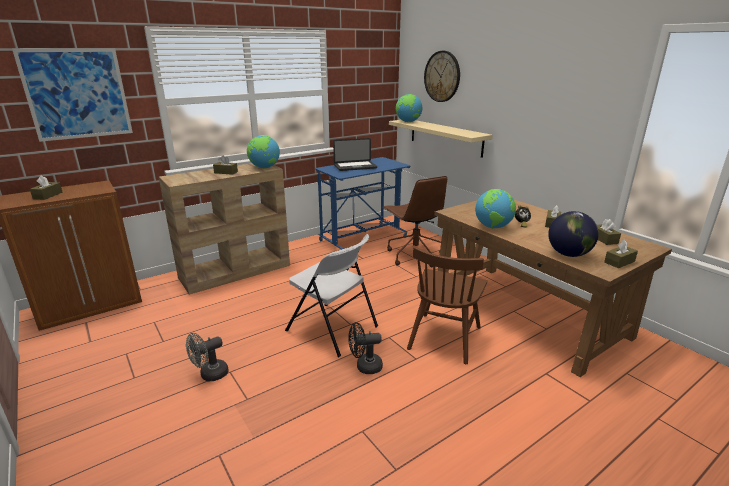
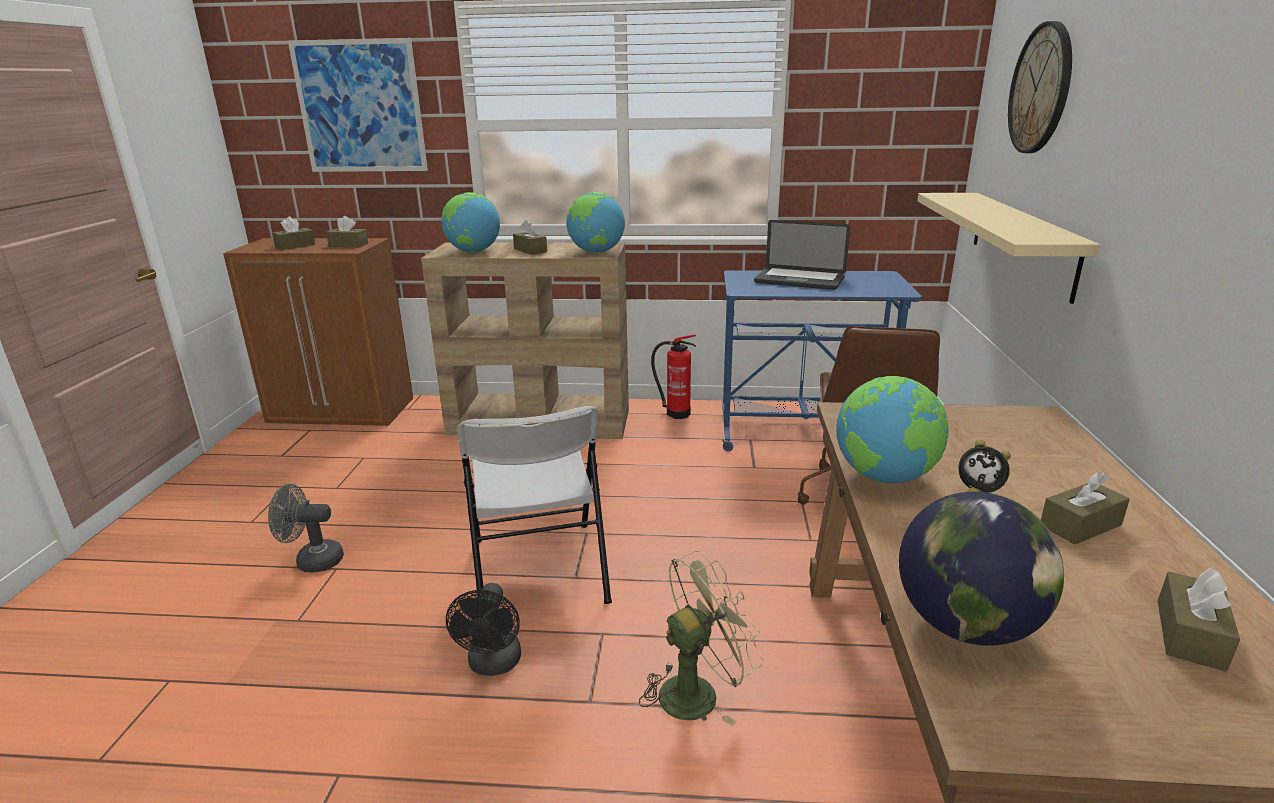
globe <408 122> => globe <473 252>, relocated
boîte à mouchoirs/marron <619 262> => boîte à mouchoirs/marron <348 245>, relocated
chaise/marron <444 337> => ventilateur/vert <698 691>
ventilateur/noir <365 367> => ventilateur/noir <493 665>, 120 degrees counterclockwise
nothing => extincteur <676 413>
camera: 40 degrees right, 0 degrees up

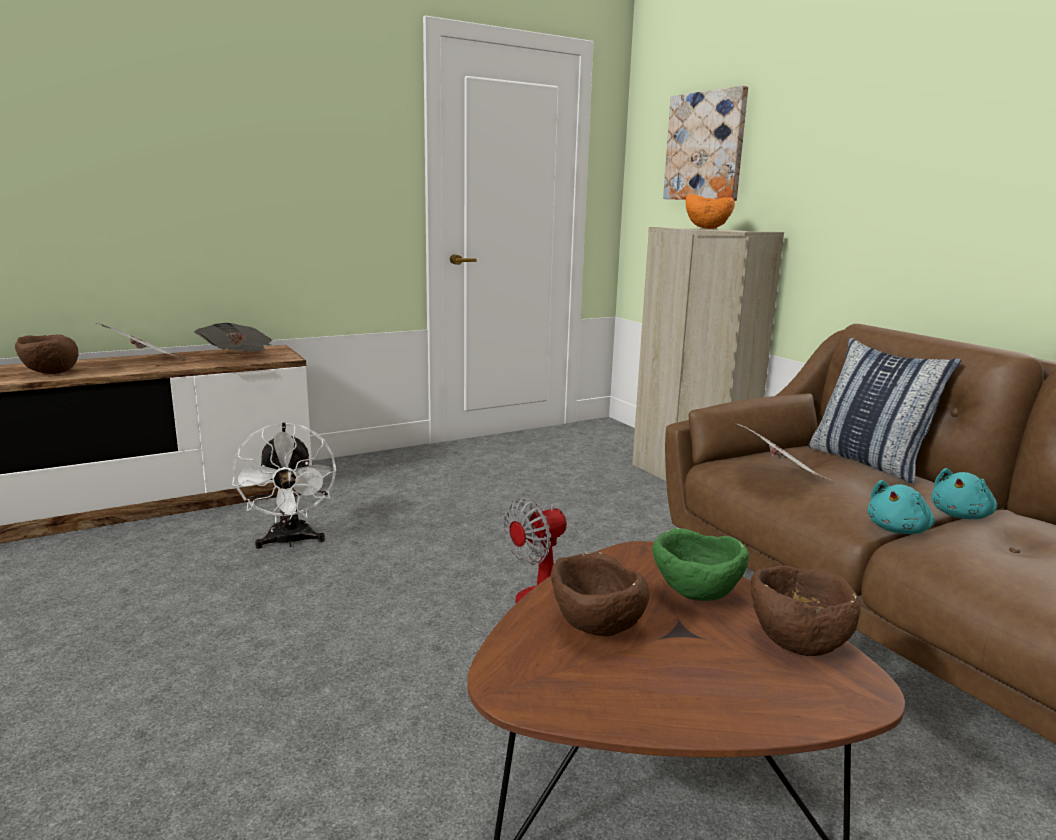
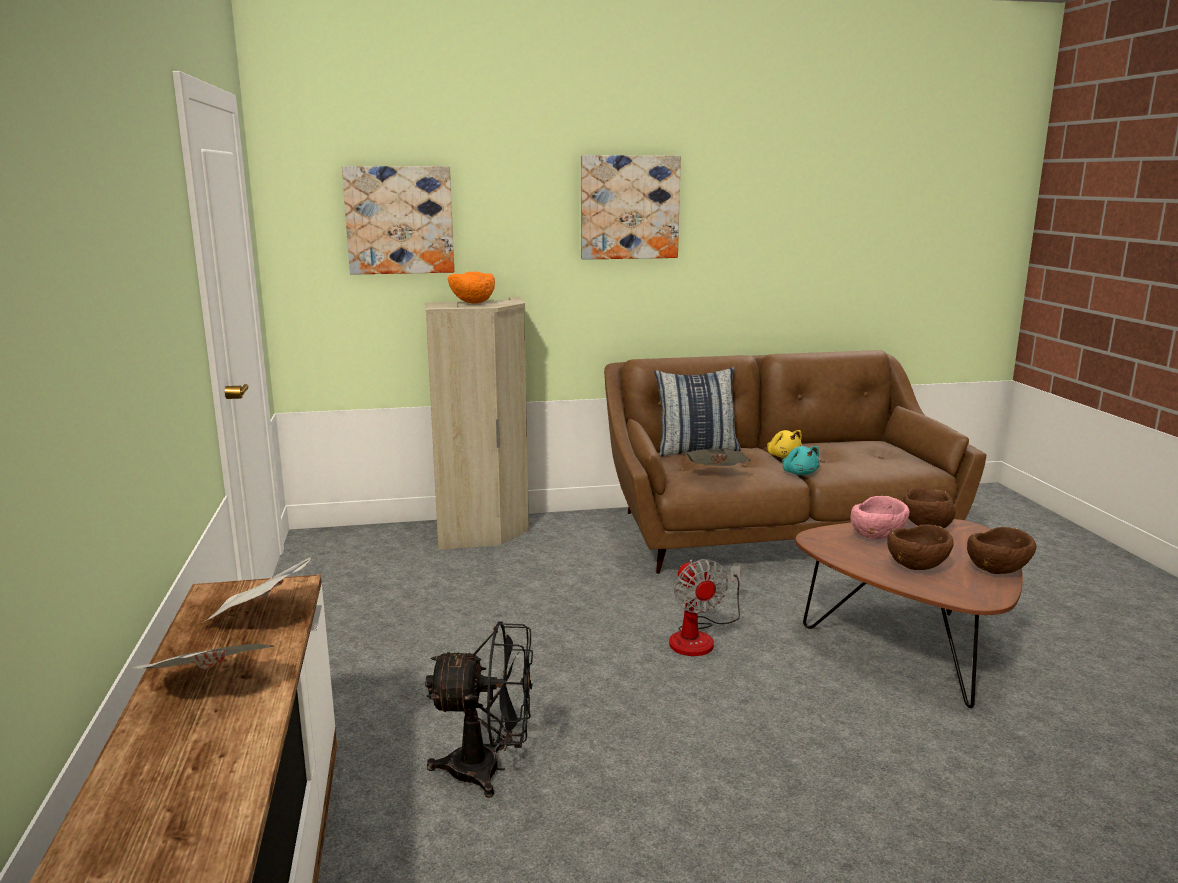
bol/marron <50 374> => bol/marron <997 572>, relocated
ventilateur/blanc <290 542> => ventilateur/noir <489 770>
peluche/turquoise <961 515> => peluche/jaune <783 456>
bol/vert <695 597> => bol/rose <877 538>
nothing => tableau <629 207>
camera: 70 degrees left, 0 degrees up

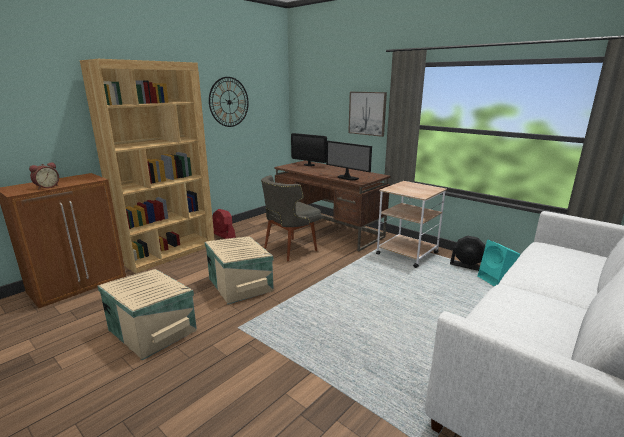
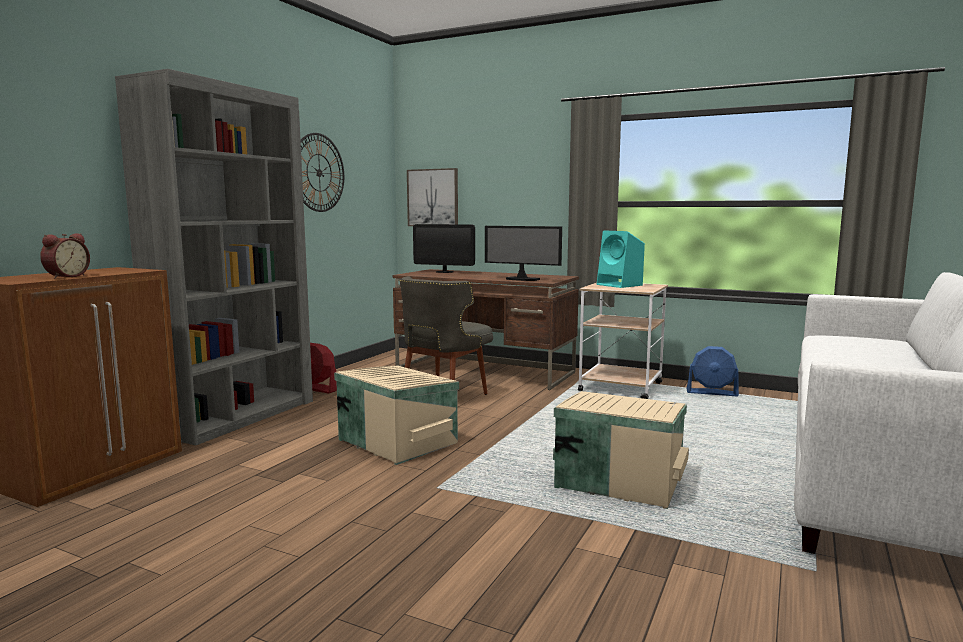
bibliothèque/marron <169 253> => bibliothèque/gris <237 416>
tableau <367 113> => tableau <433 198>, relocated
ventilateur/noir <468 266> => ventilateur/bleu <712 393>
enceinte/turquoise <496 280> => enceinte/turquoise <620 285>, relocated
boîte de rangement/beige <153 329> => boîte de rangement/beige <618 479>, relocated
camera: 15 degrees left, 10 degrees down

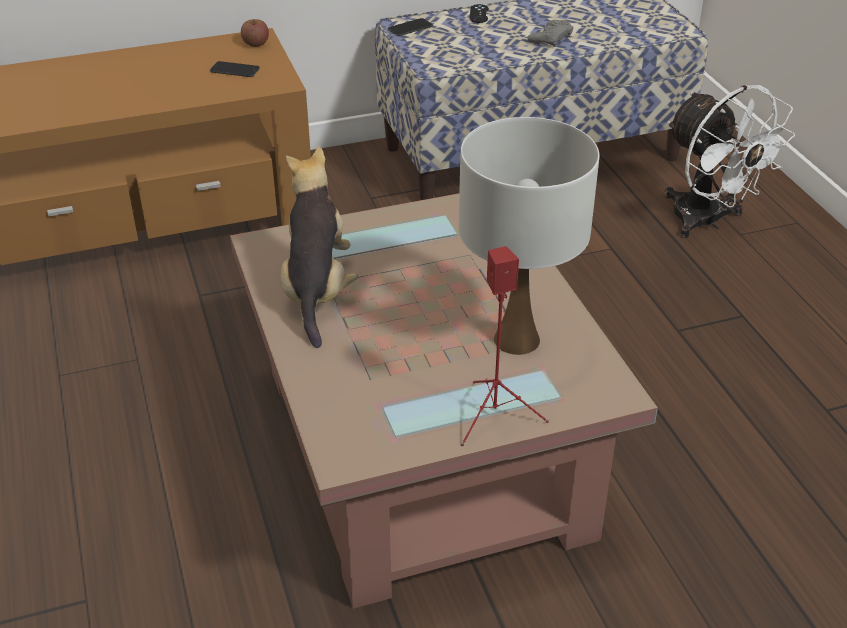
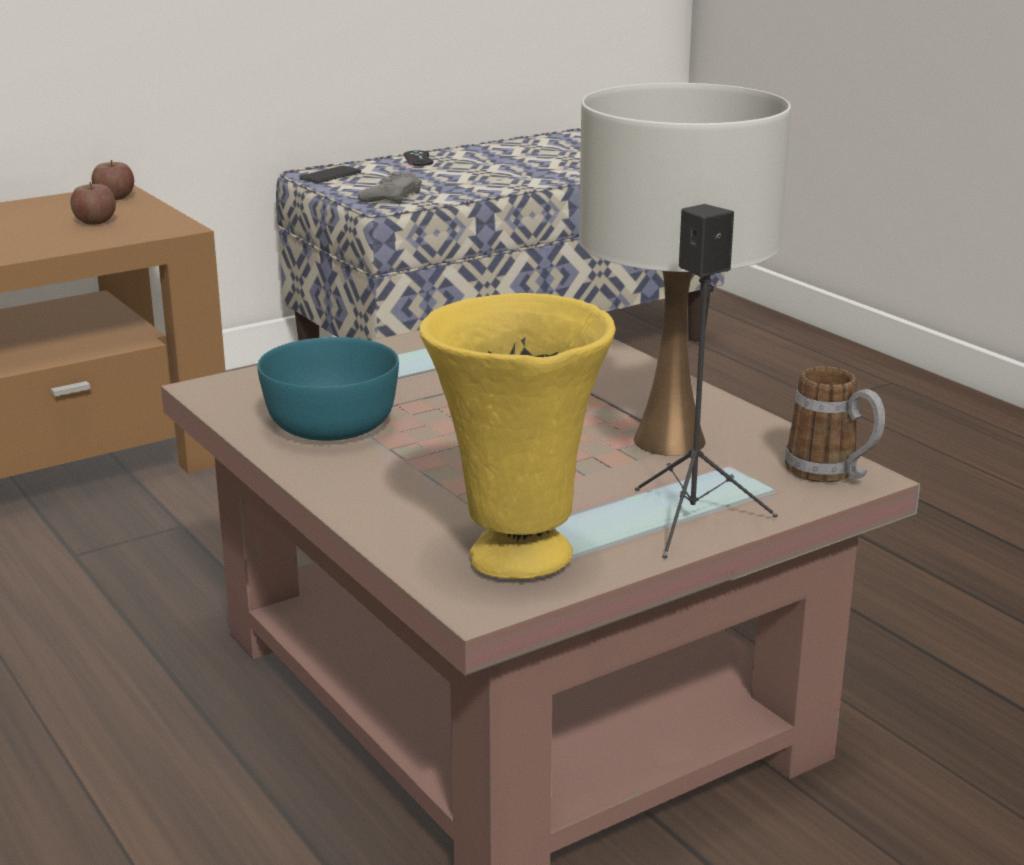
manette/gris <550 37> => manette/gris <390 197>, relocated
téléphone <235 70> => pomme <95 221>
ventilateur/blanc <707 222> => nothing
peluche <317 290> => bol/turquoise <333 425>
enceinte/rouge <495 415> => enceinte/noir <693 519>
nothing => vase/jaune <516 558>
nothing => mug <832 474>
camera: 15 degrees left, 15 degrees down

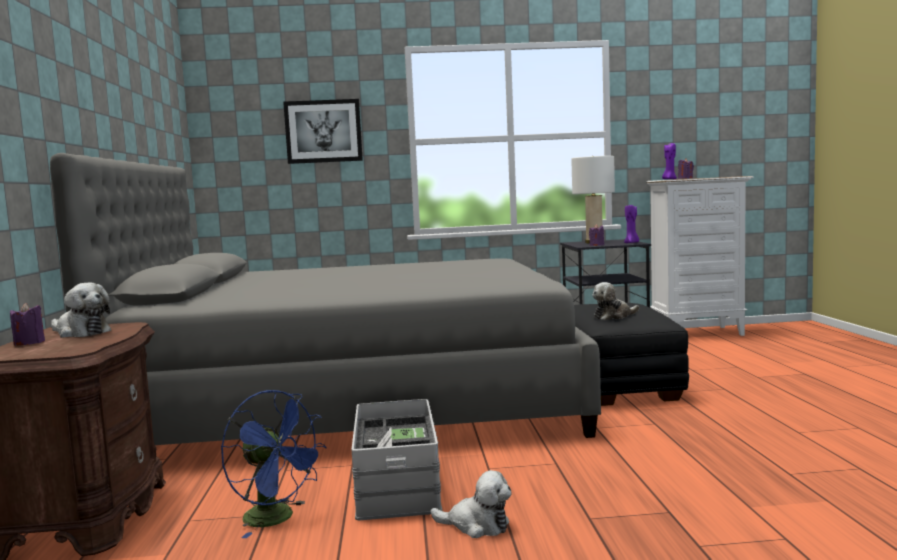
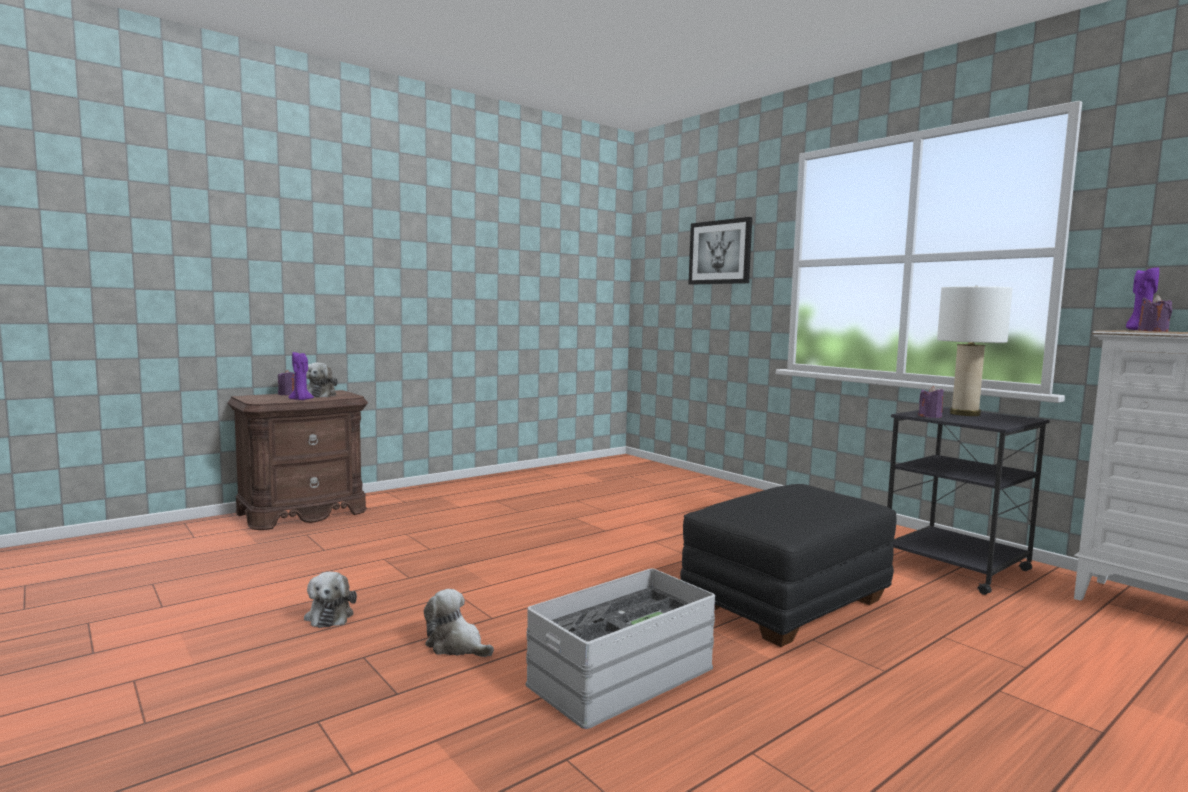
lit/gris <356 403> => nothing
bougie/violet <631 243> => bougie/violet <301 400>, relocated
peluche <613 316> => peluche <456 646>, relocated
ventilateur/bleu <277 519> => nothing
boîte de rangement/gris <398 484> => boîte de rangement/gris <622 676>, relocated
camera: 55 degrees right, 0 degrees up

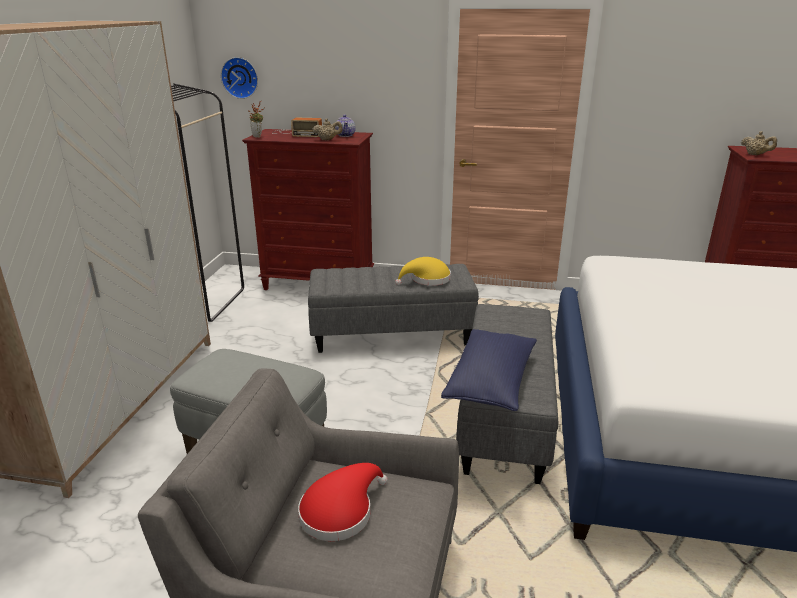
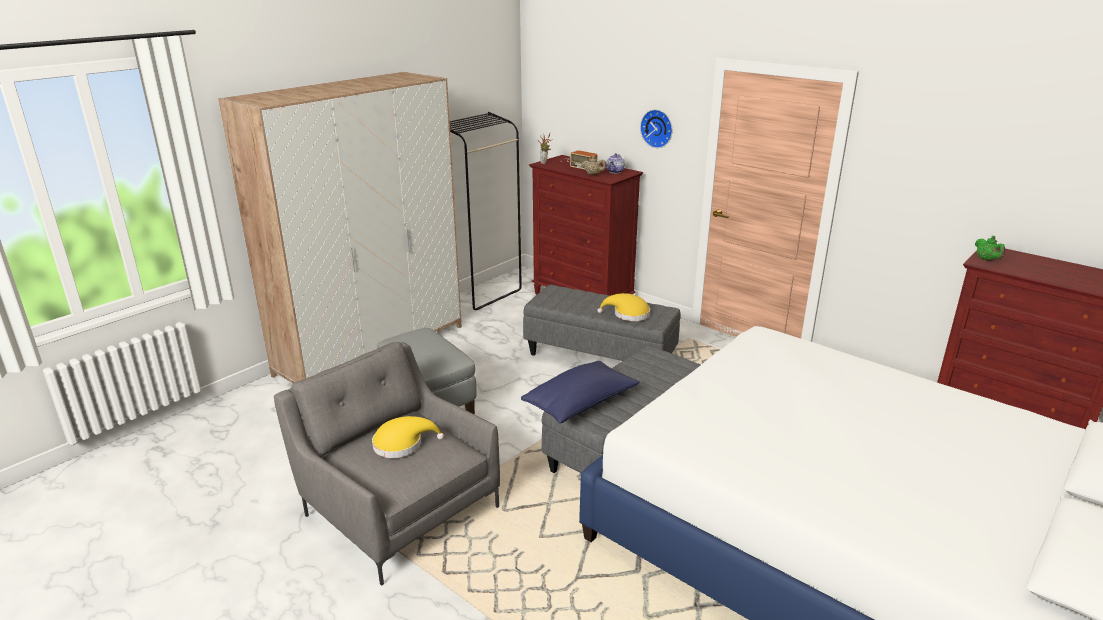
horloge murale <240 77> => horloge murale <657 128>, relocated
théière/beige <755 155> => théière/vert <987 260>
chapeau/rouge <340 511> => chapeau/jaune <402 444>
camera: 30 degrees right, 0 degrees up

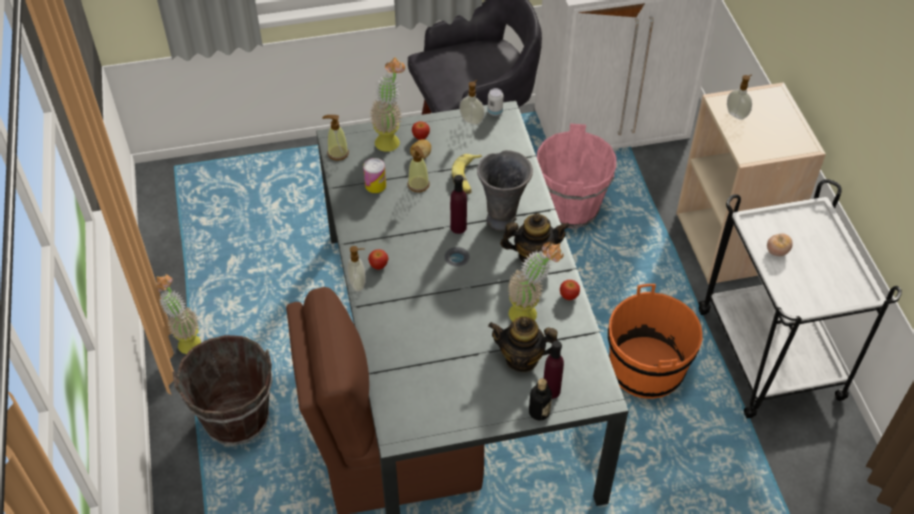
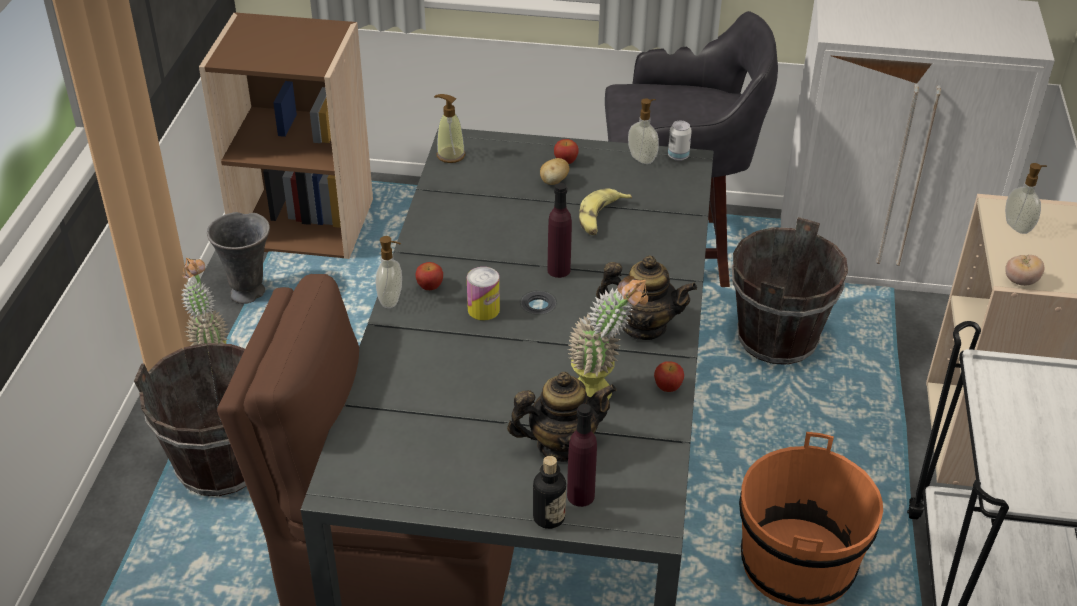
plante en pot <390 138> => nothing
seau/rose <571 209> => seau/marron <777 340>
distributeur de savon <418 185> => nothing
vase/gris <502 219> => vase/gris <249 293>, relocated
boîte métallique <375 185> => boîte métallique <483 309>, relocated
tomate <777 251> => tomate <1020 281>, relocated
théière <522 358> => théière <561 445>, 135 degrees clockwise
nothing => bibliothèque/marron <306 223>
camera: 20 degrees right, 10 degrees down

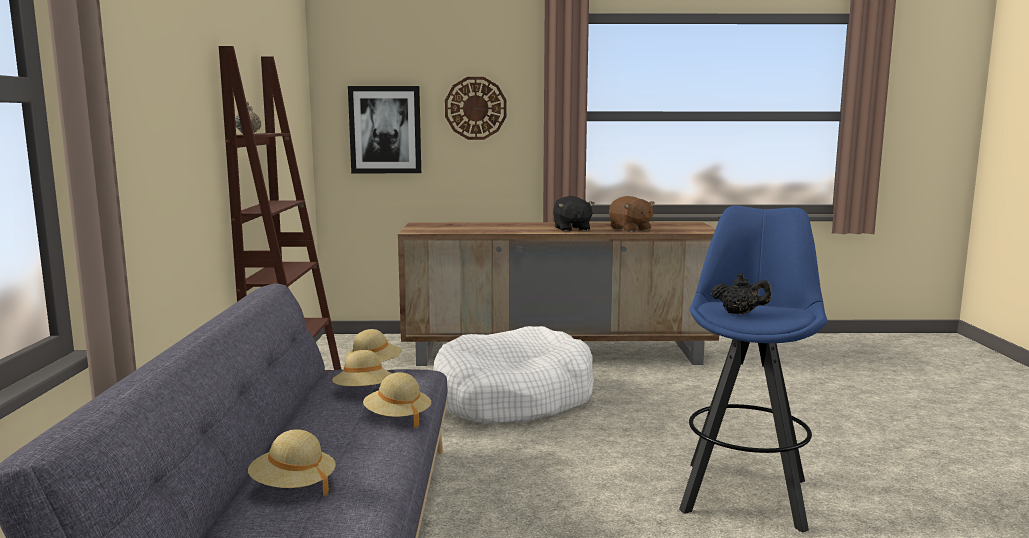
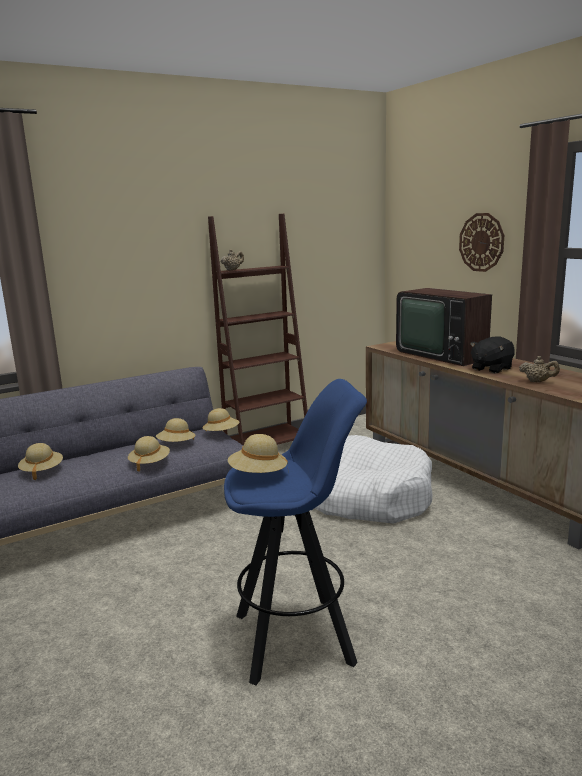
tableau <385 130> => nothing
peluche/marron <630 229> => théière/beige <538 381>
théière/noir <740 313> => chapeau/beige <258 475>
nothing => téléviseur <443 354>
camera: 60 degrees right, 5 degrees up

